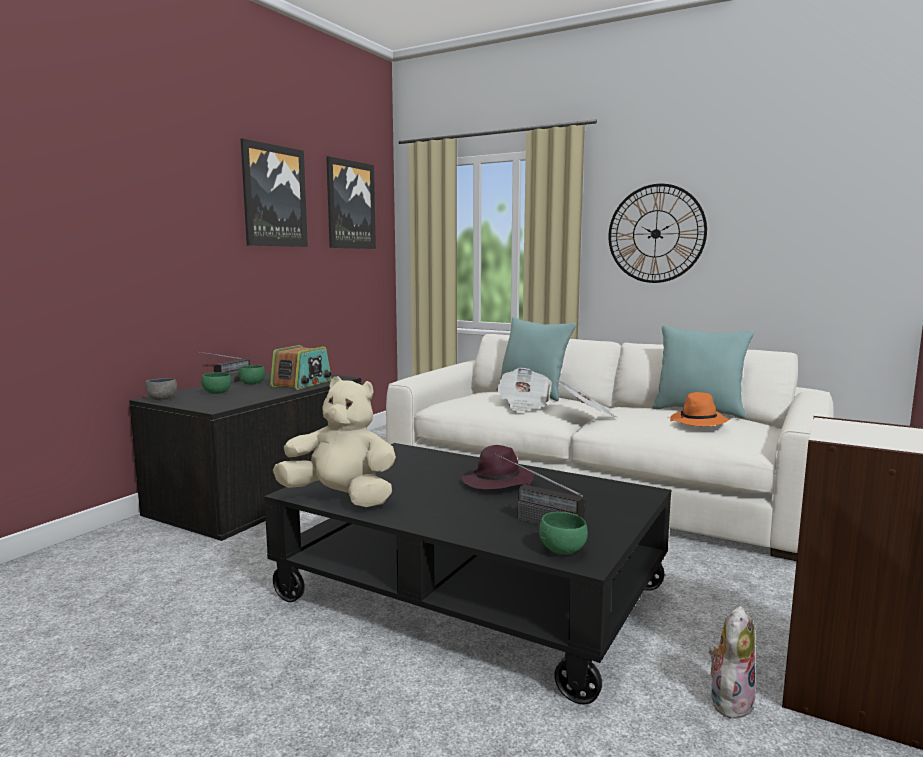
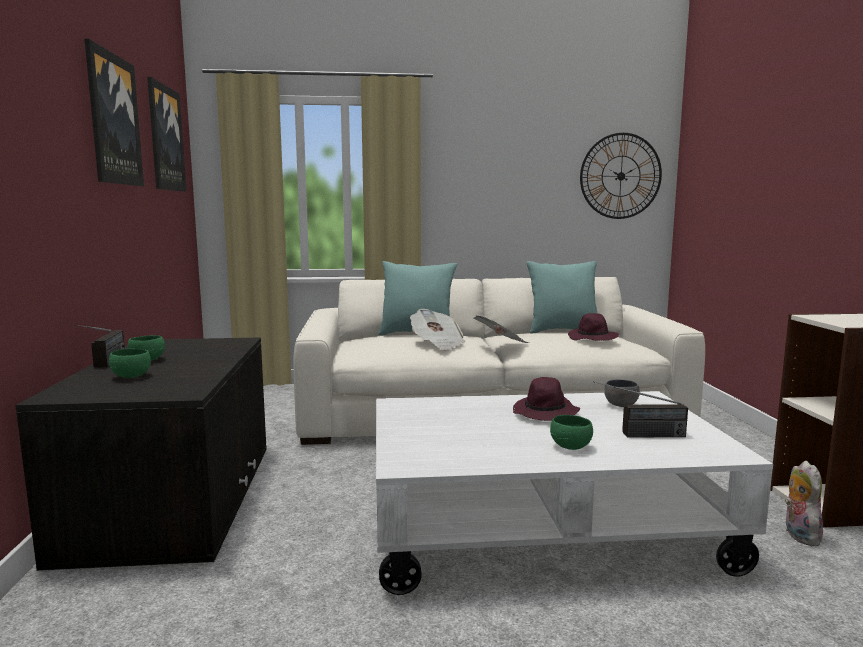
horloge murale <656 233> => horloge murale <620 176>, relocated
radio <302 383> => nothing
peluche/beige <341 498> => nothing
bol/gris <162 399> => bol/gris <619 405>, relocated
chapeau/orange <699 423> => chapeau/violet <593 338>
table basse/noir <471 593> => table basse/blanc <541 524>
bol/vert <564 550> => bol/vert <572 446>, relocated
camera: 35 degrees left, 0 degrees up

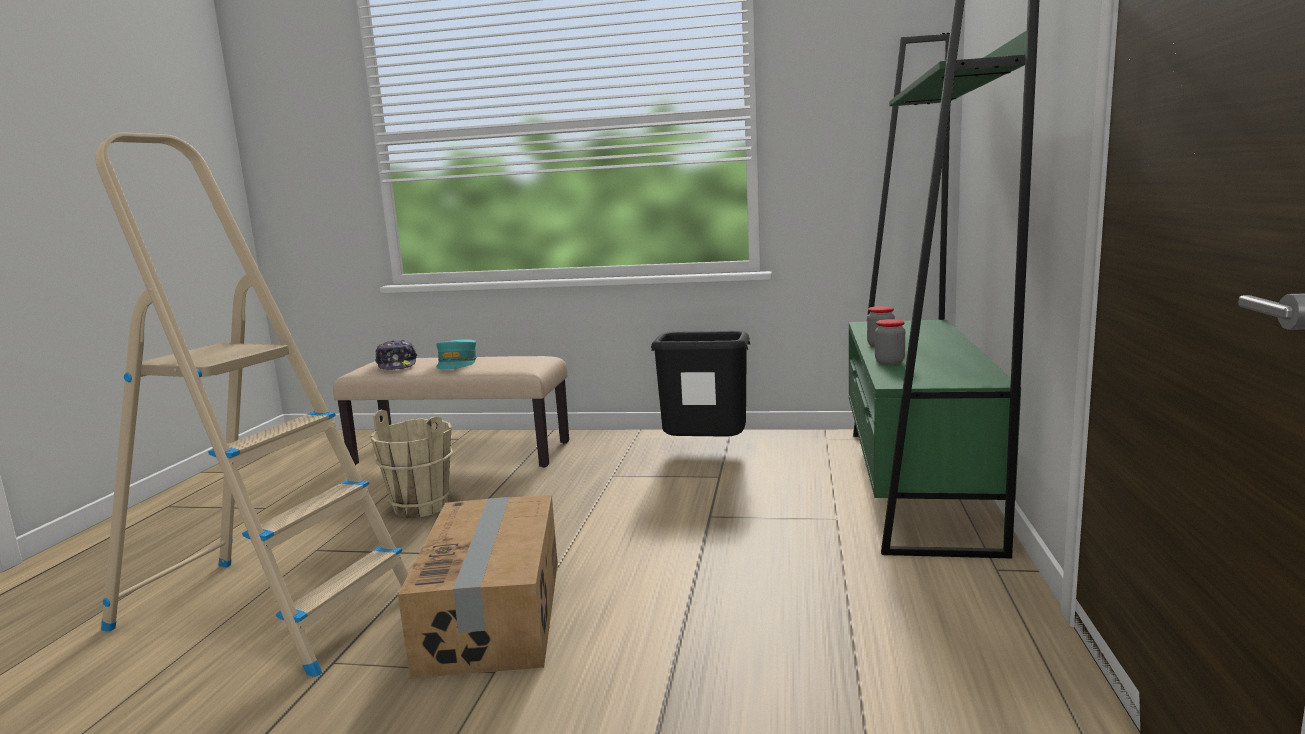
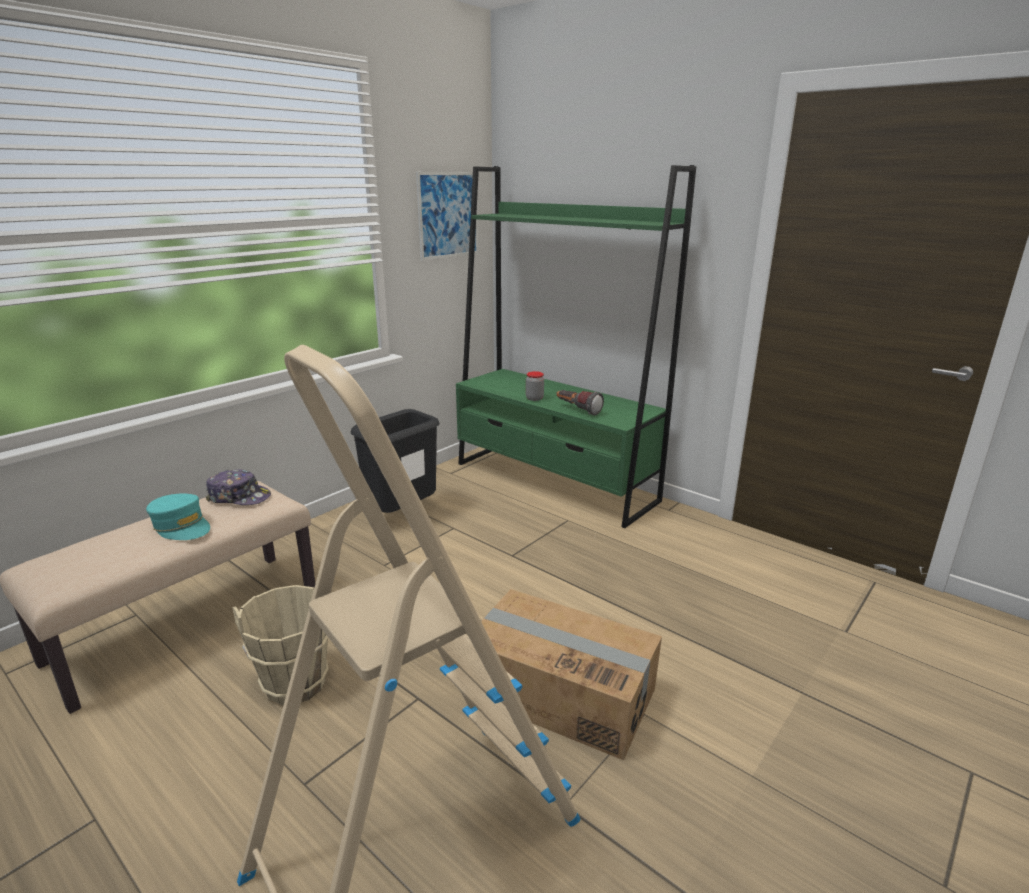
bocal <889 362> => lampe de poche <577 410>
casquette <397 365> => casquette <239 497>, relocated
nothing => tableau <448 215>
camera: 60 degrees left, 10 degrees up

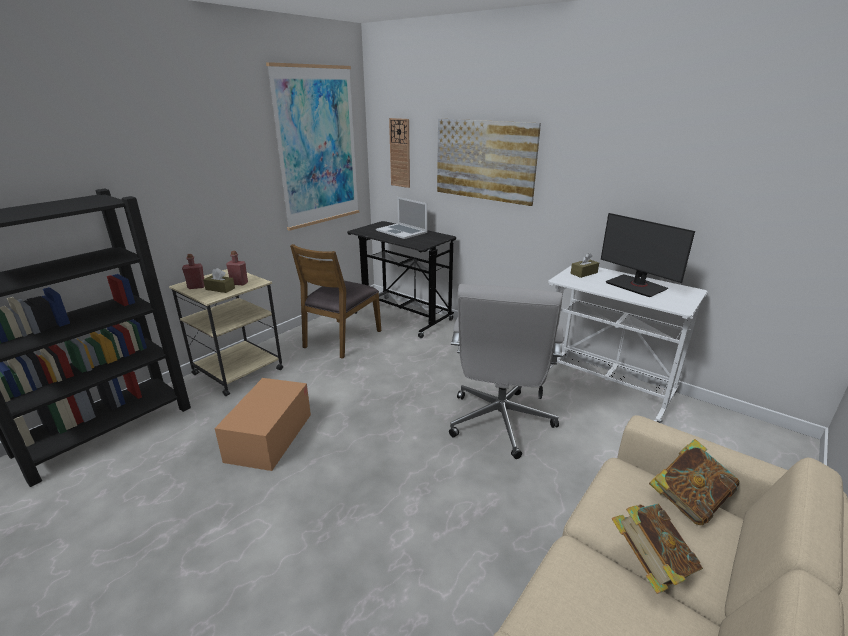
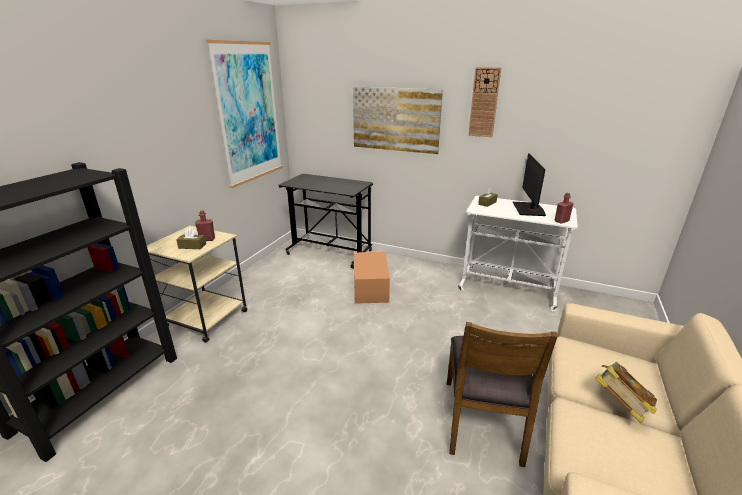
horloge murale <400 153> => horloge murale <484 102>, relocated
ordinateur portable <401 231> => nothing
écran d'ordinateur <636 286> => écran d'ordinateur <529 209>, 60 degrees clockwise
chaise/marron <341 338> => chaise/marron <484 420>, relocated
bouteille/rouge <196 287> => bouteille/rouge <561 221>, relocated
chaise de bureau/gris <500 420> => nothing
carton <269 437> => carton <370 287>, relocated
livre <687 501> => nothing
camera: 15 degrees left, 0 degrees up

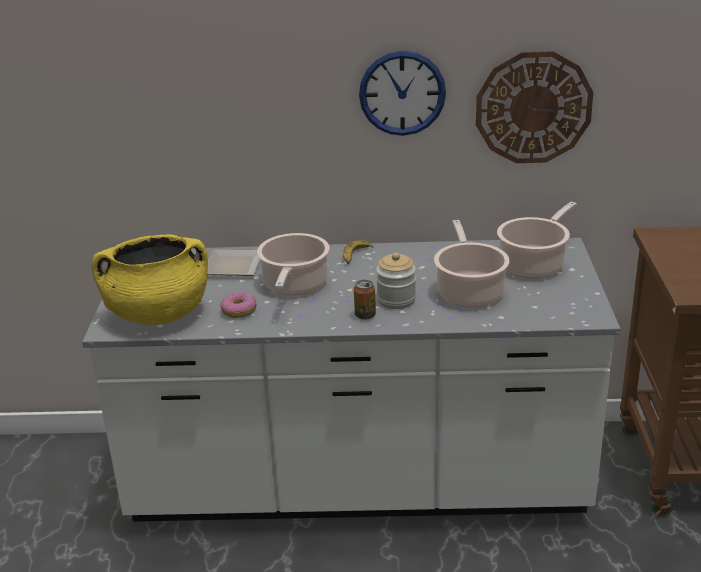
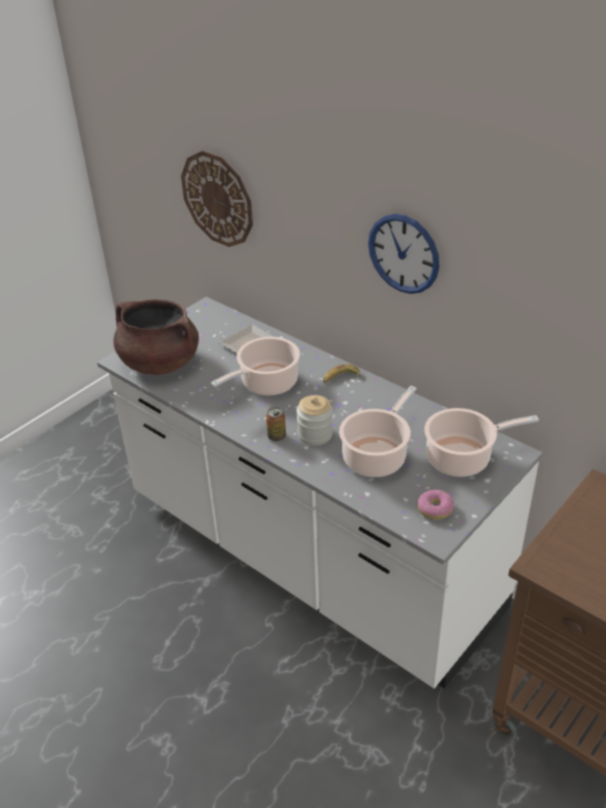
horloge murale <533 107> => horloge murale <217 199>, relocated
marmite/jaune <158 314> => marmite/marron <159 363>
beignet <239 310> => beignet <435 509>, relocated
camera: 40 degrees right, 10 degrees up

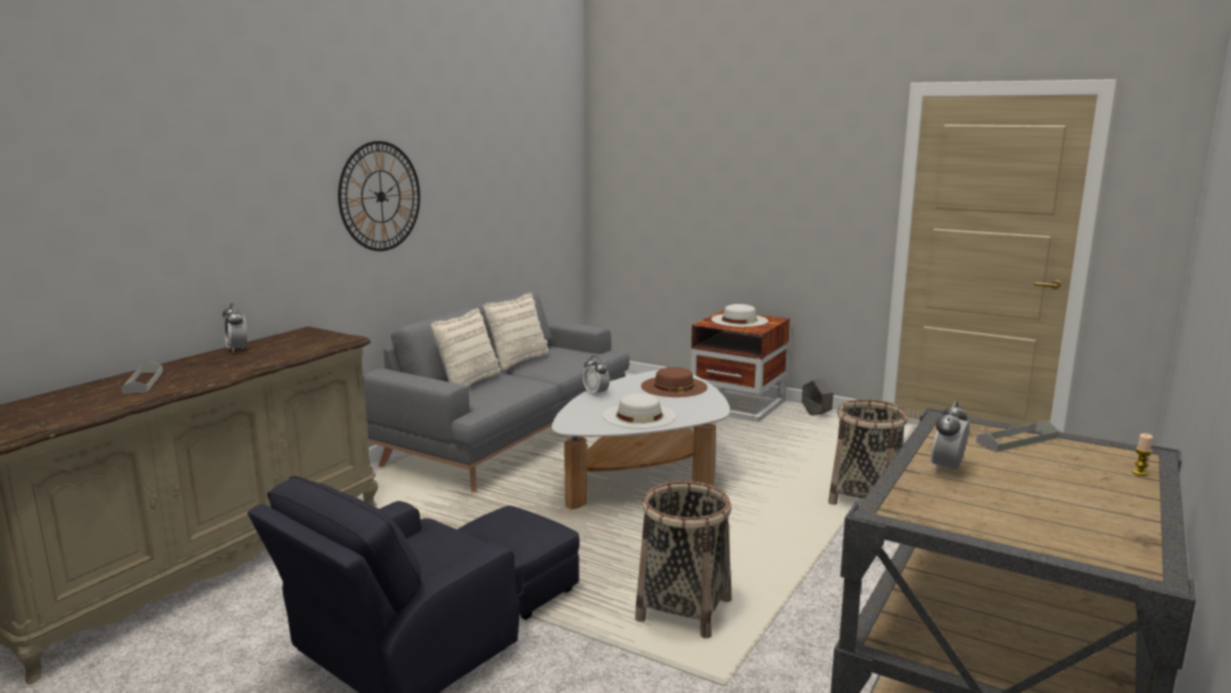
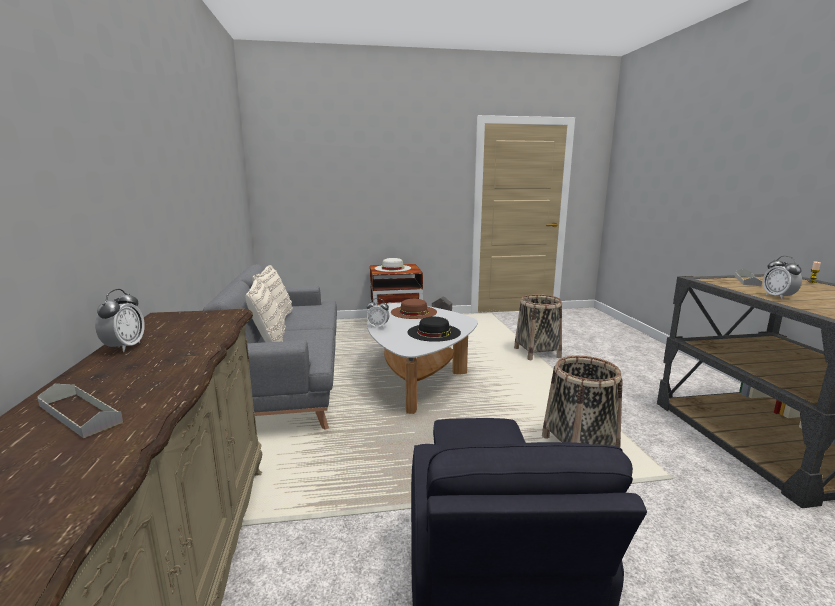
horloge murale <380 196> => nothing
réveil <237 349> => réveil <125 347>, 105 degrees counterclockwise
chapeau/blanc <639 415> => chapeau/noir <434 332>
camera: 40 degrees left, 0 degrees up

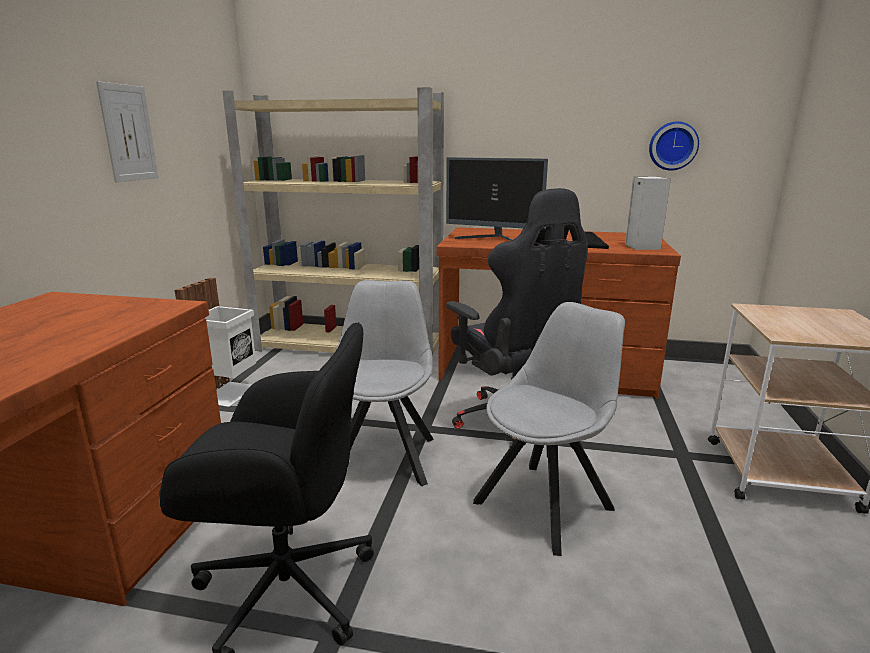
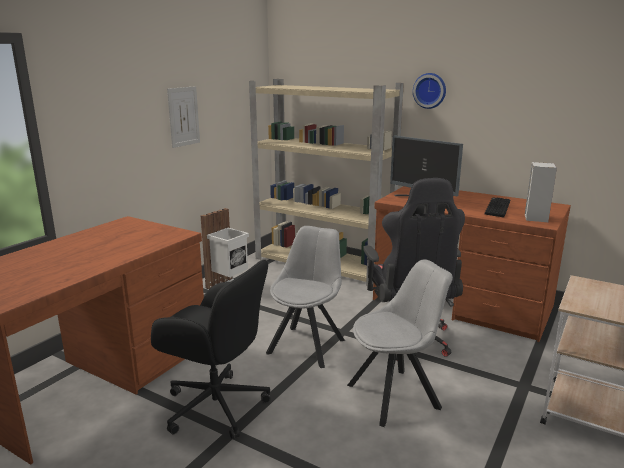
horloge murale <672 146> => horloge murale <430 90>, relocated
camera: 20 degrees right, 0 degrees up

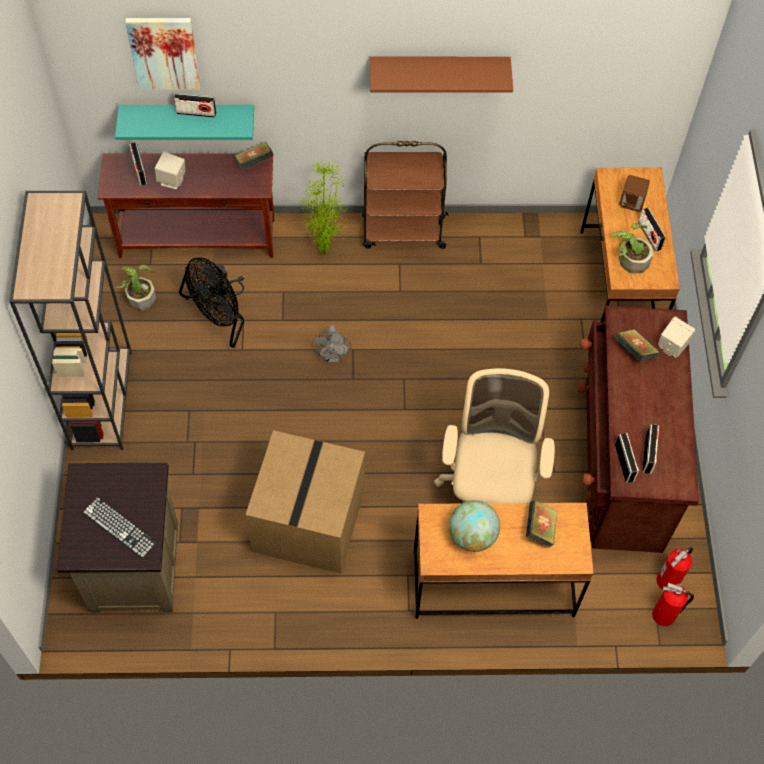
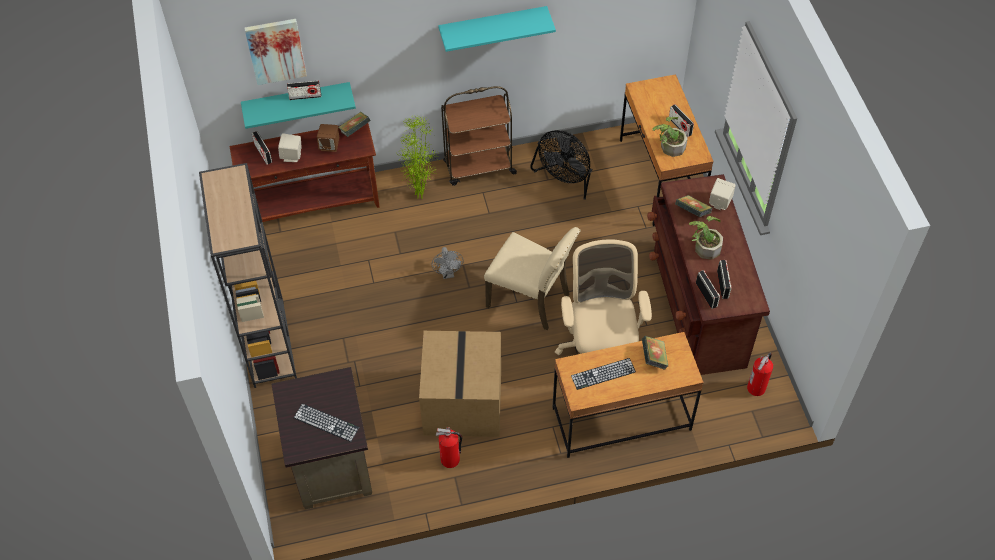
étagère/marron <439 69> => étagère/turquoise <493 26>
enceinte/marron <631 202> => enceinte/marron <330 146>, relocated
ventilateur/noir <220 311> => ventilateur/noir <564 176>, relocated
plante en pot <140 296> => plante en pot <704 246>, relocated
globe <472 536> => clavier <603 374>
extincteur <664 615> => extincteur <450 460>, relocated
nothing => chaise/beige <530 300>
camera: 10 degrees left, 5 degrees down

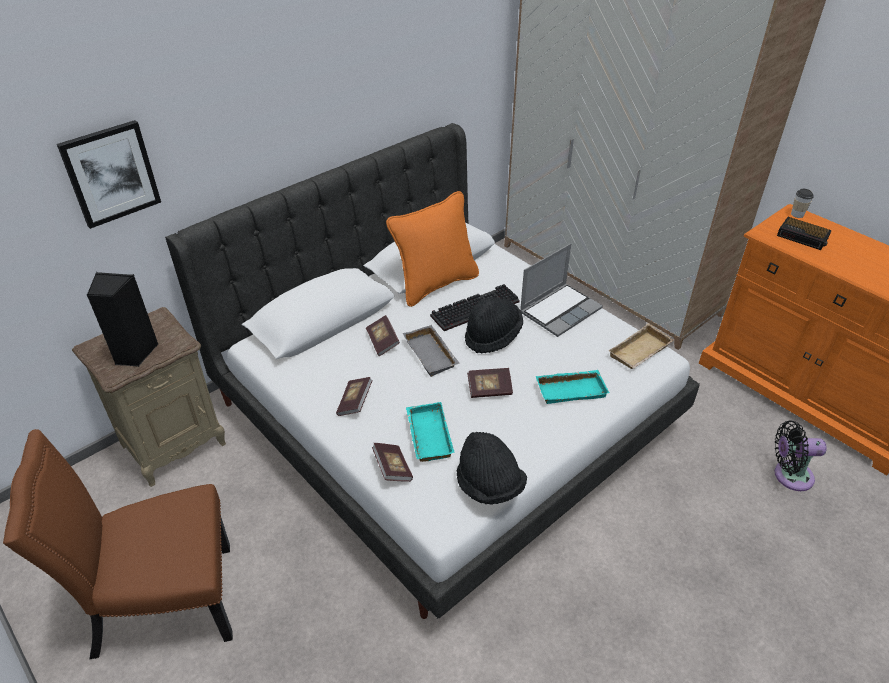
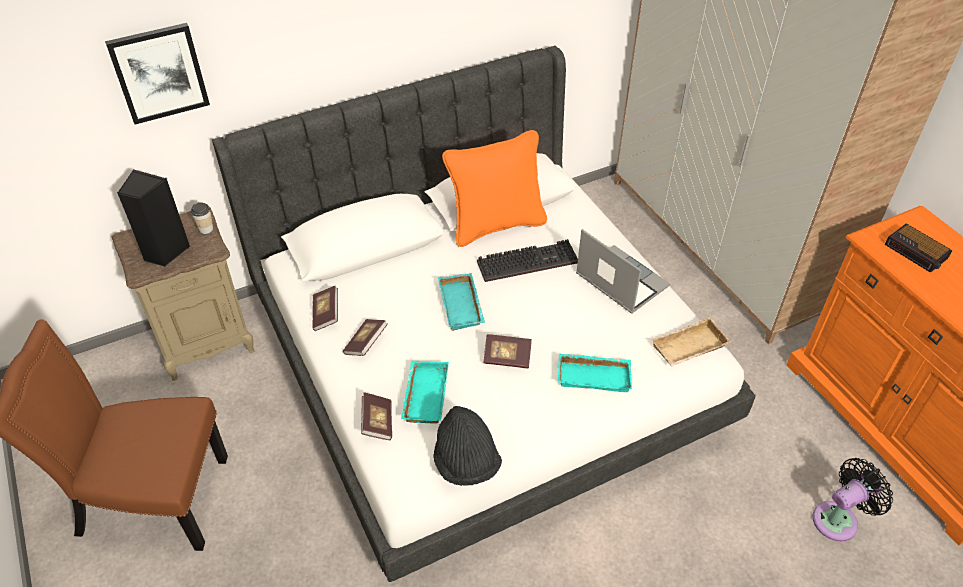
tasse <797 214> => tasse <206 229>, relocated
ordinateur portable <560 310> => ordinateur portable <620 281>, 105 degrees counterclockwise
chapeau/noir <492 336> => nothing
livre <383 342> => livre <326 314>, relocated
plateau/gris <432 354> => plateau/turquoise <463 306>
ventilateur/noir <789 475> => ventilateur/noir <839 519>, 135 degrees clockwise
camera: 15 degrees right, 5 degrees up

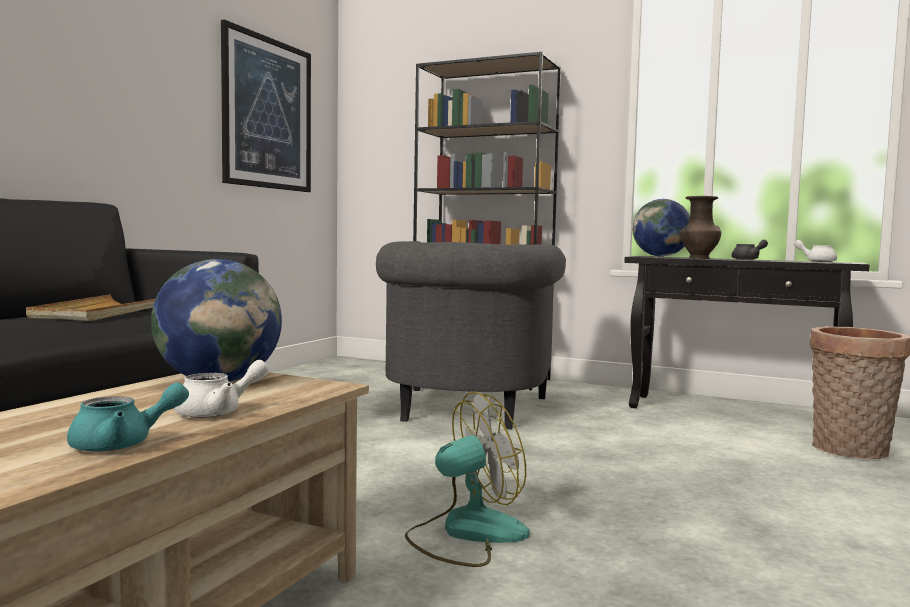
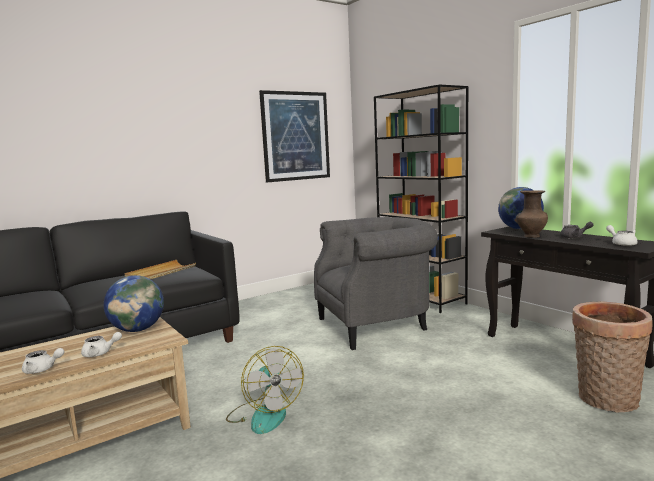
fauteuil/gris <466 409> => fauteuil/gris <377 325>, 150 degrees counterclockwise
théière/turquoise <123 444> => théière/blanc <42 370>
ventilateur <466 533> => ventilateur <264 415>, 60 degrees clockwise
camera: 30 degrees right, 5 degrees up

